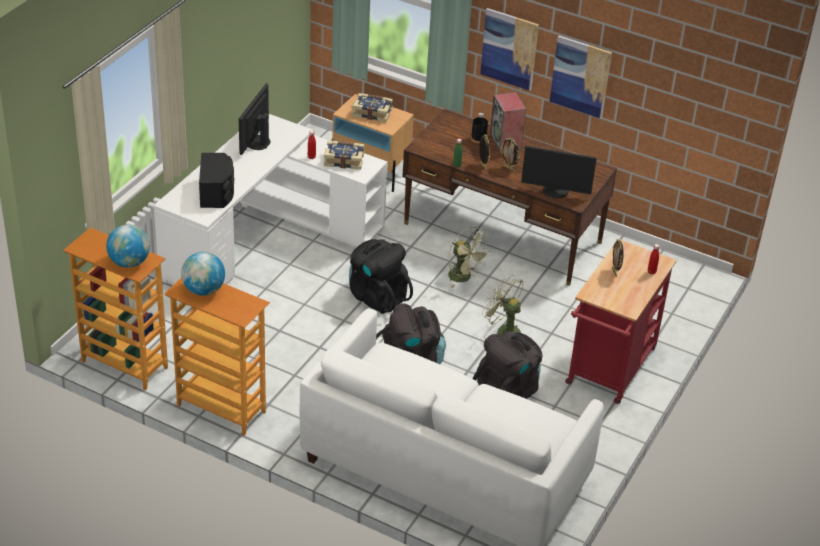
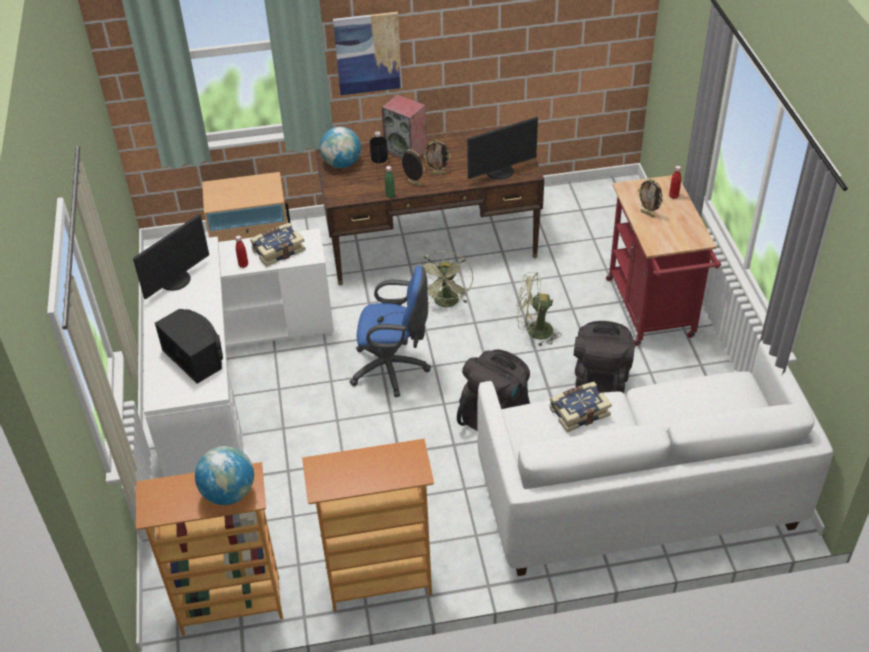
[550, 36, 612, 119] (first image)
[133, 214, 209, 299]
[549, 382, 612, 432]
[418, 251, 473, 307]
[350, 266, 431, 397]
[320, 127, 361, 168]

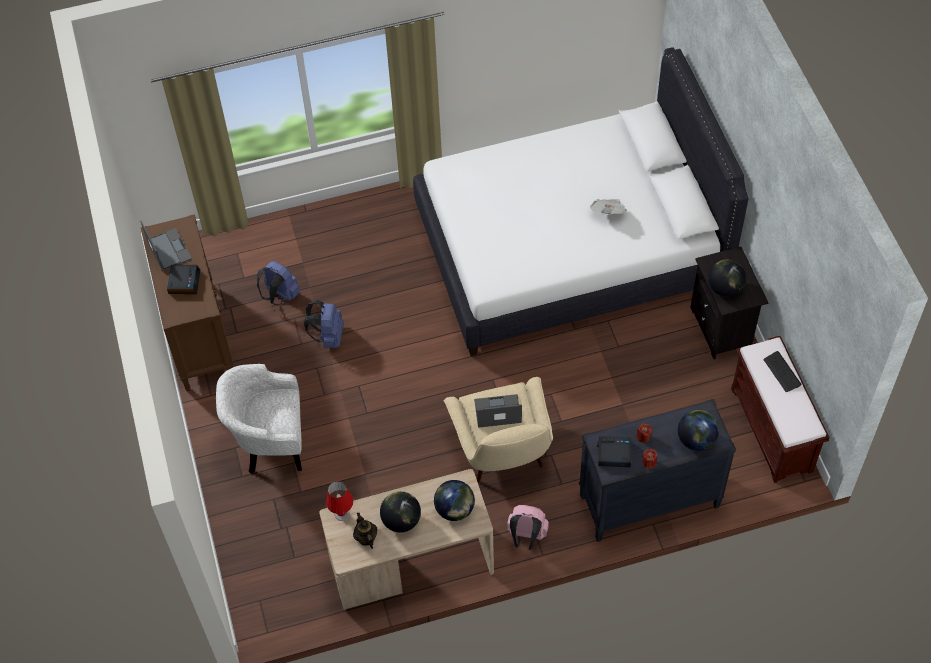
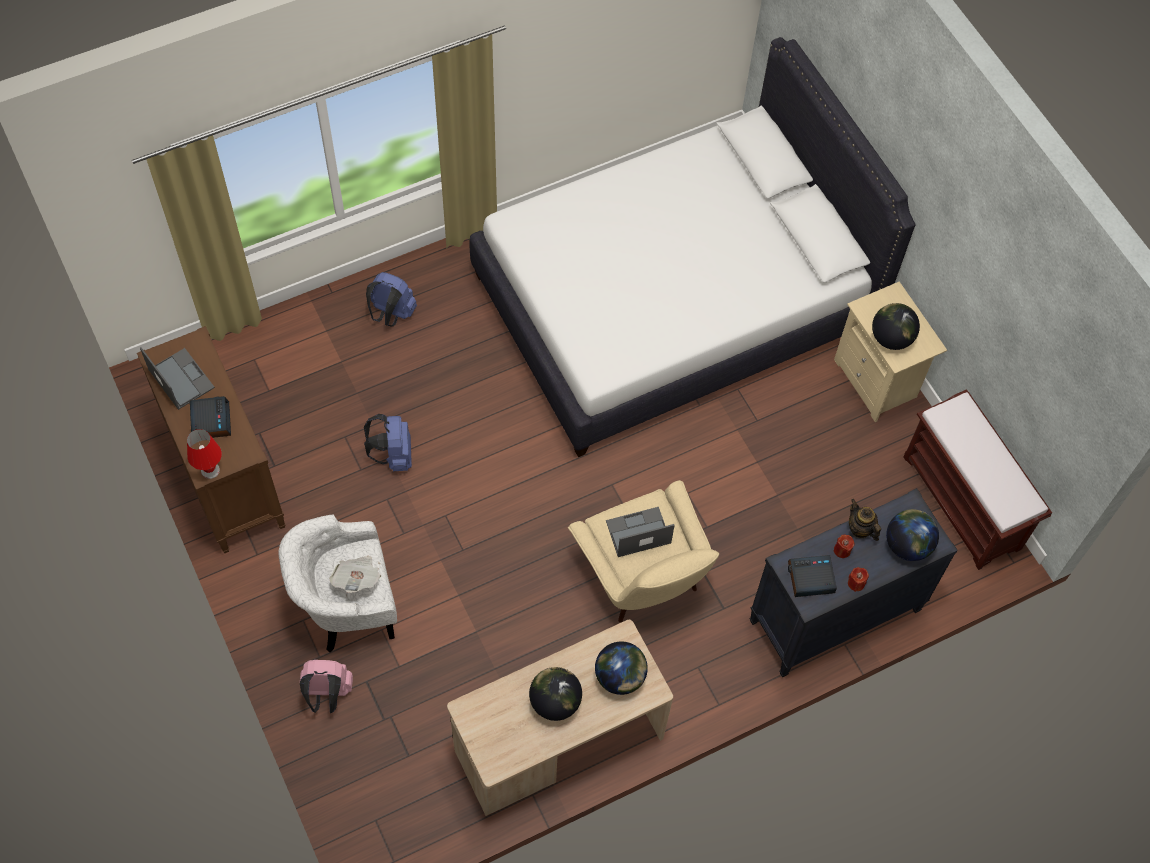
[329, 556, 381, 593]
[834, 281, 947, 422]
[366, 272, 417, 327]
[764, 351, 802, 392] (first image)
[187, 429, 222, 479]
[300, 660, 353, 713]
[849, 499, 881, 541]

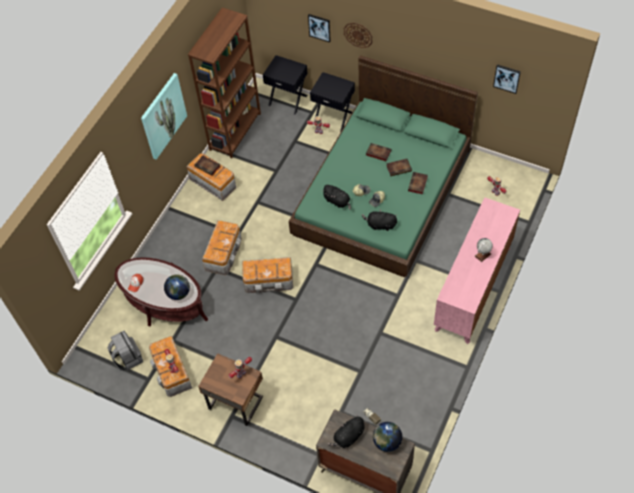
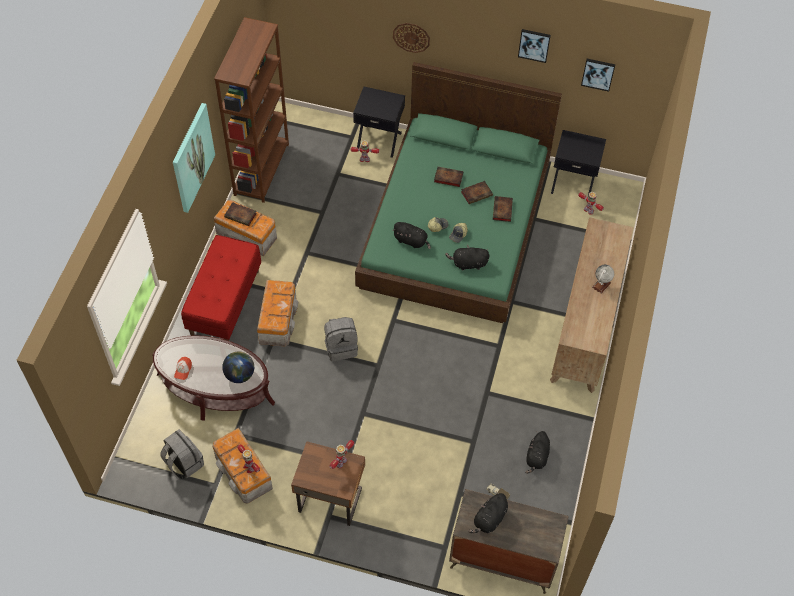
[518, 29, 551, 63]
[551, 130, 606, 202]
[550, 217, 634, 393]
[324, 317, 358, 361]
[373, 422, 402, 452] (first image)
[181, 235, 261, 341]
[525, 431, 550, 474]

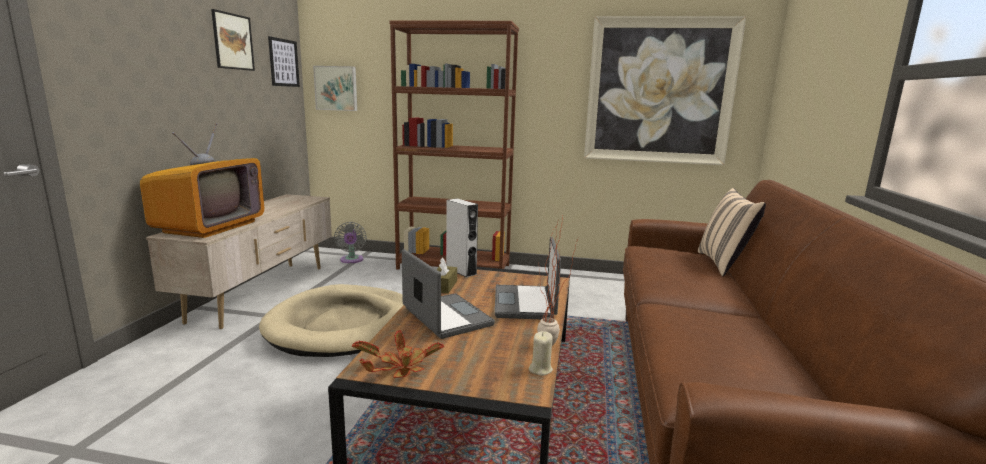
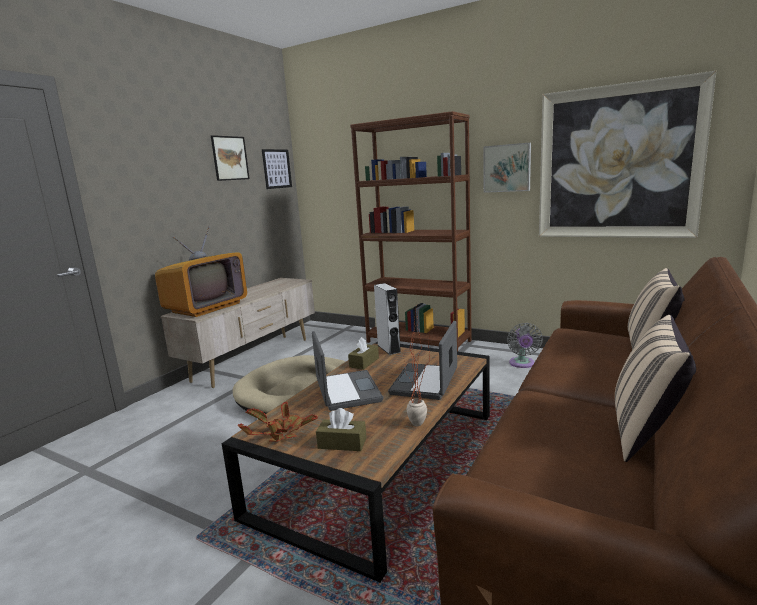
[483, 143, 531, 193]
[507, 323, 543, 368]
[529, 331, 553, 376] (first image)
[615, 315, 696, 462]
[316, 408, 366, 451]

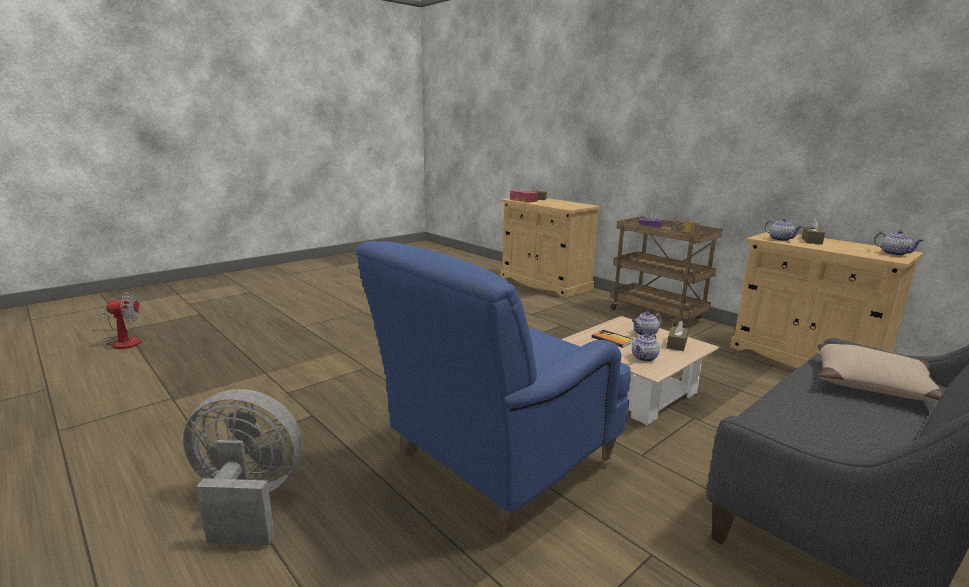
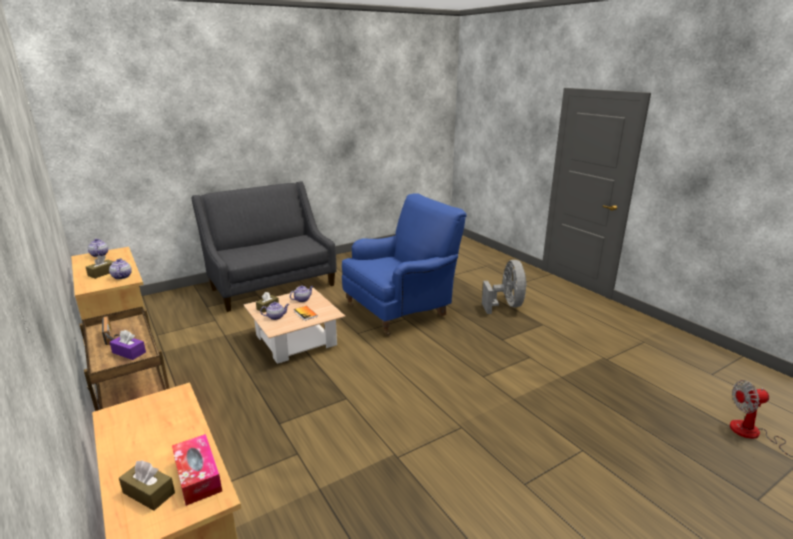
[818, 343, 943, 403] (first image)
[482, 260, 527, 314]

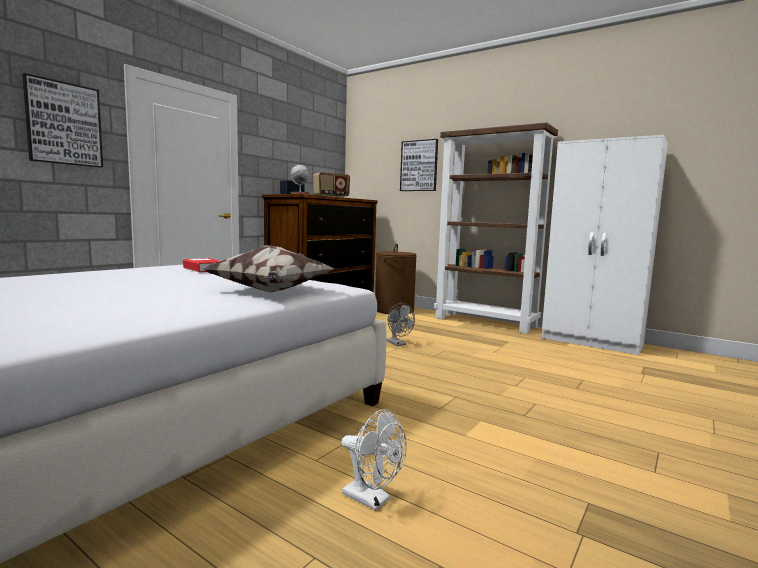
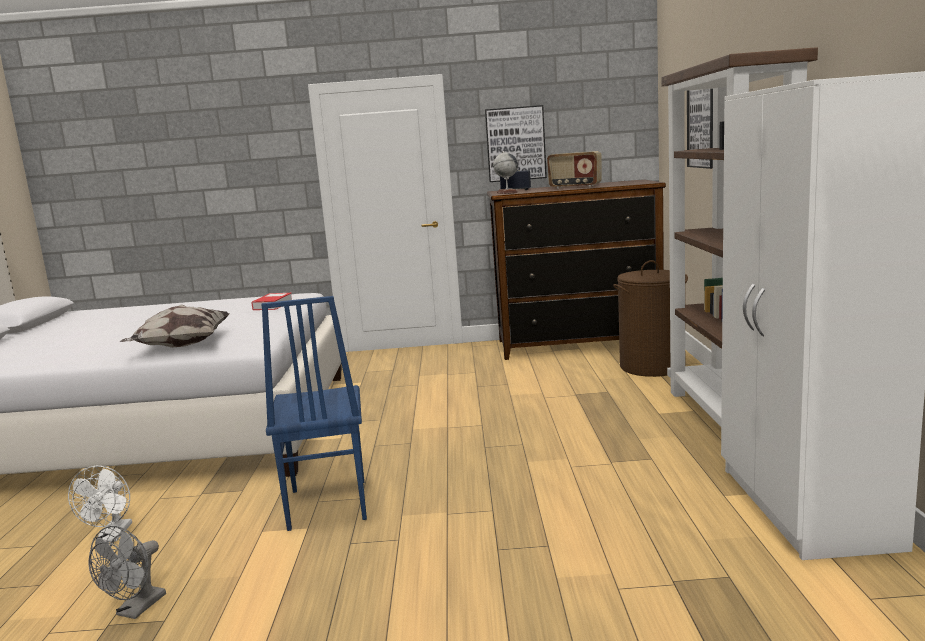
[485, 105, 547, 182]
[89, 526, 166, 619]
[261, 296, 367, 531]

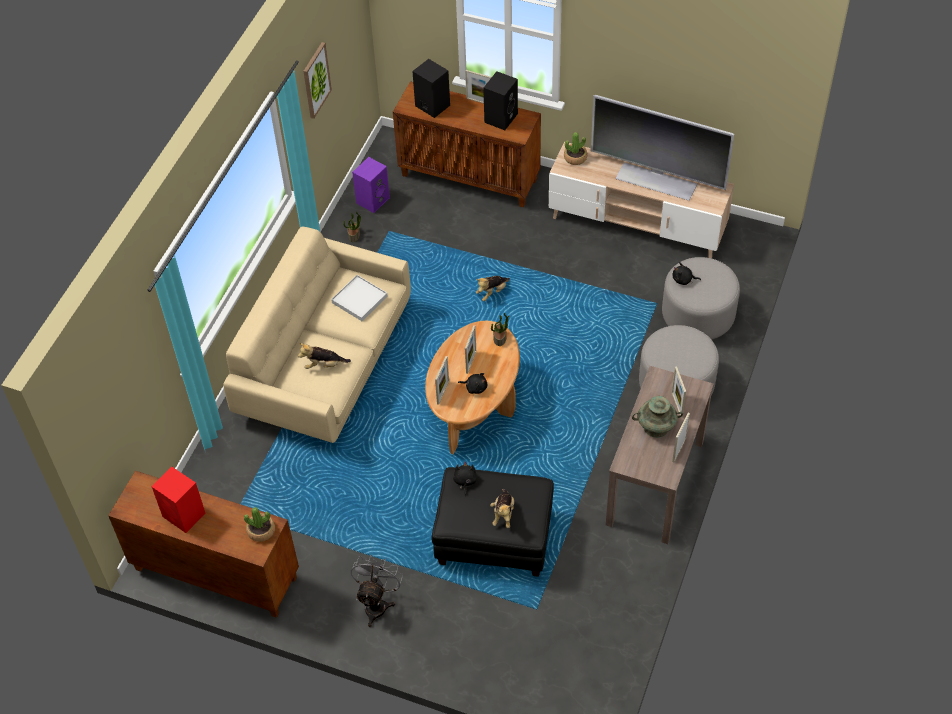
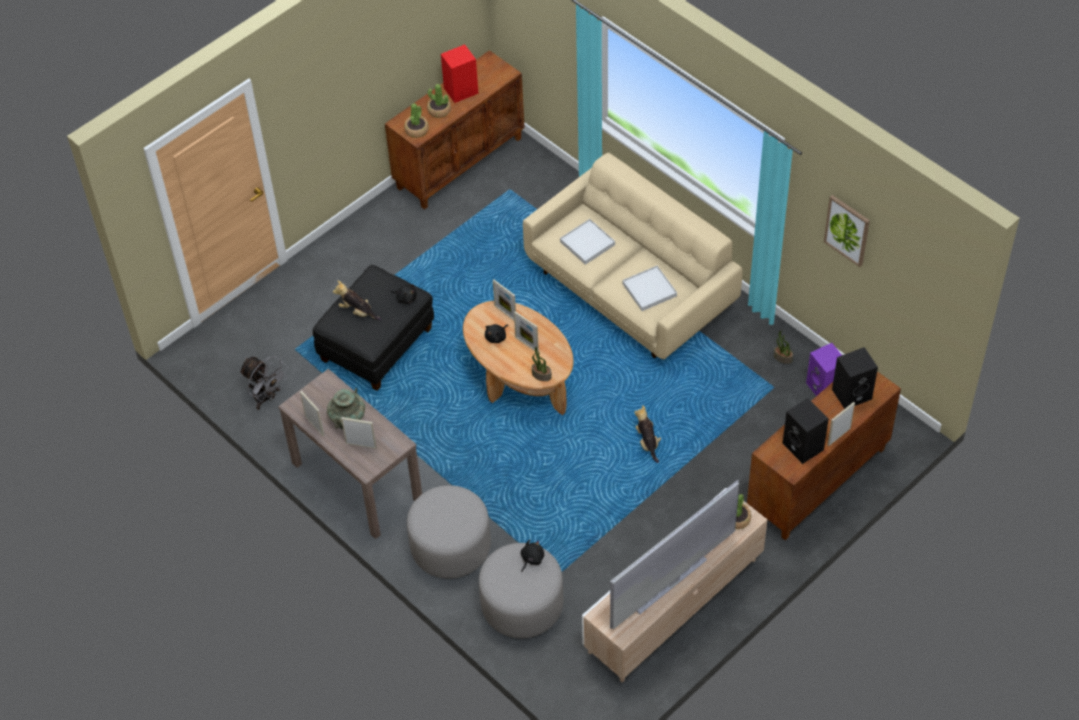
[560, 219, 615, 265]
[239, 356, 288, 410]
[427, 84, 451, 118]

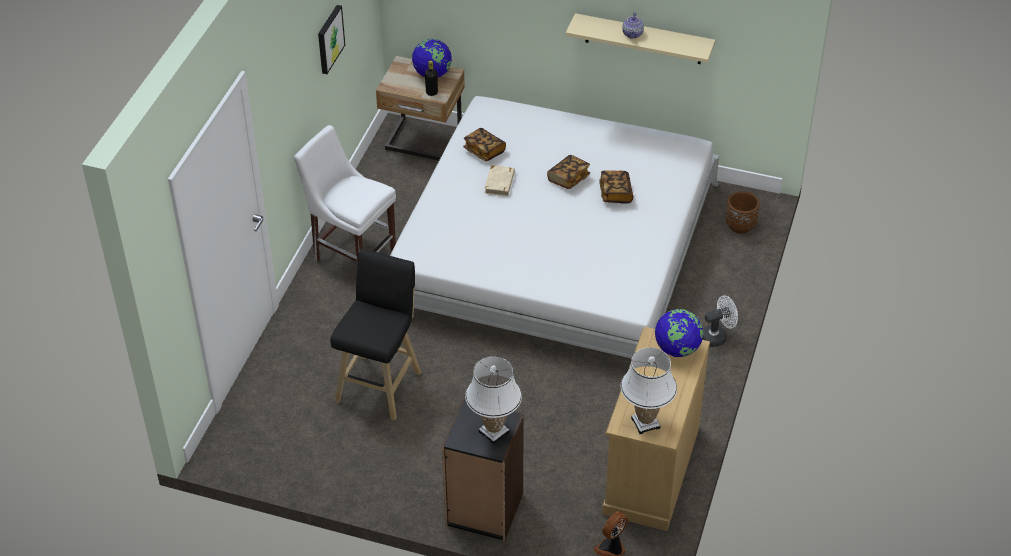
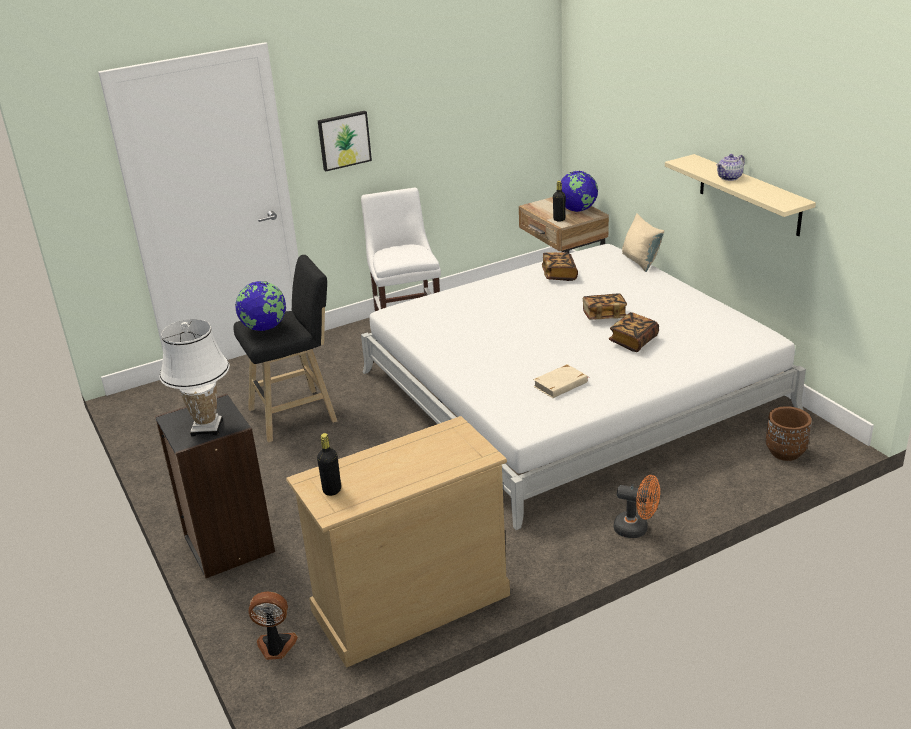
[317, 111, 372, 171]
[533, 364, 589, 398]
[614, 475, 660, 538]
[235, 281, 286, 331]
[317, 433, 341, 496]
[622, 214, 664, 272]

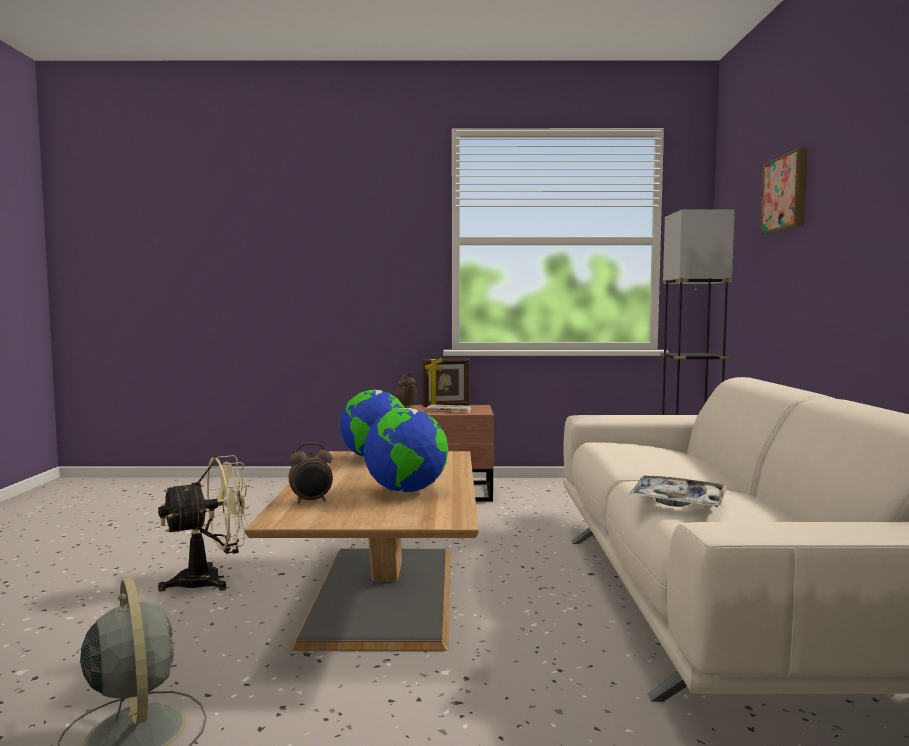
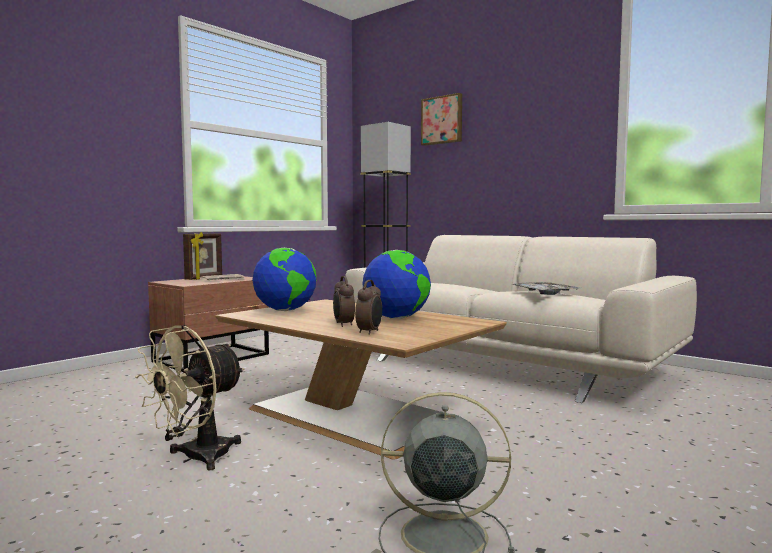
[333, 276, 355, 327]
[135, 325, 245, 471]

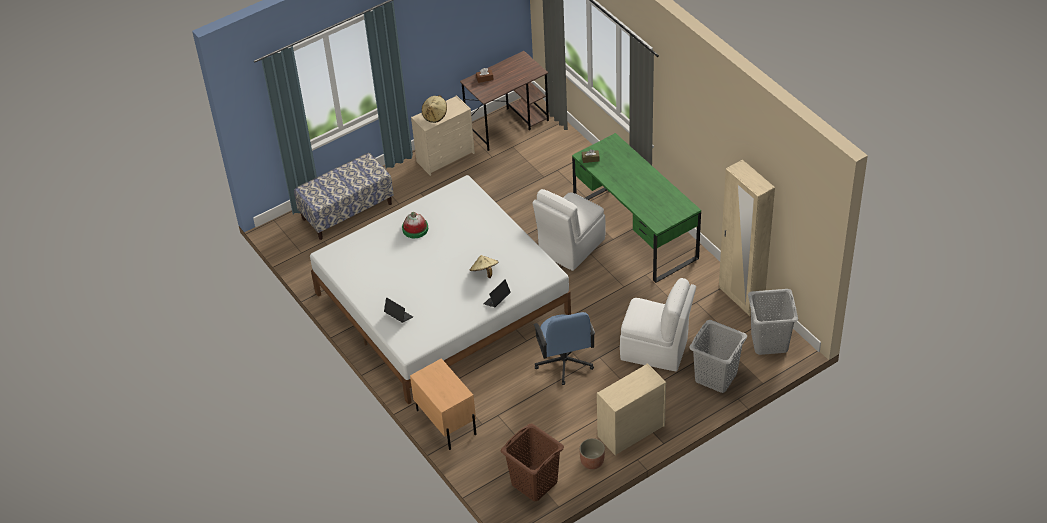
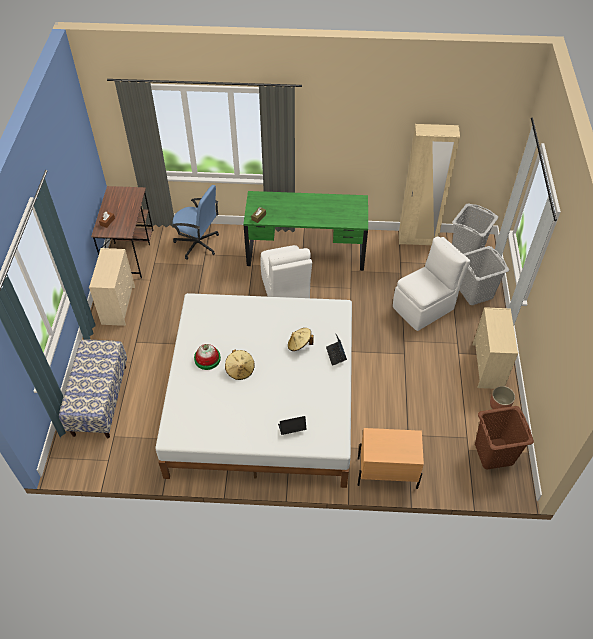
[225, 350, 255, 380]
[172, 185, 219, 260]

